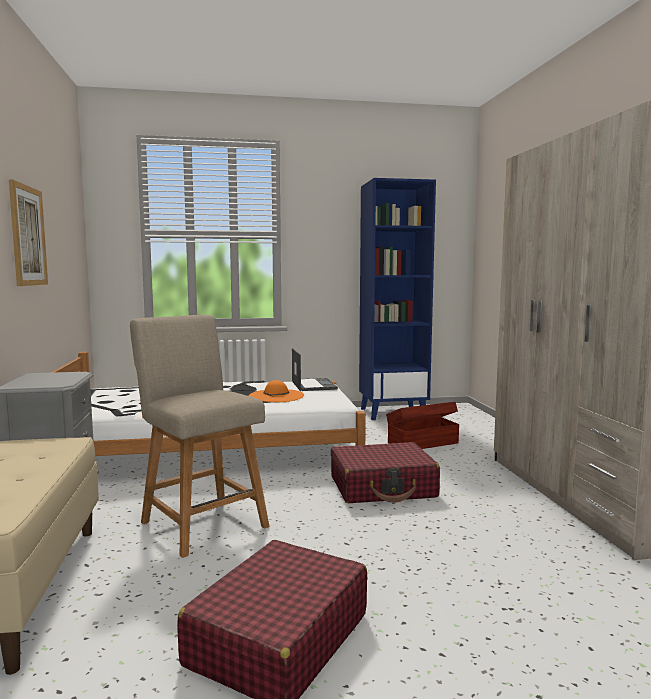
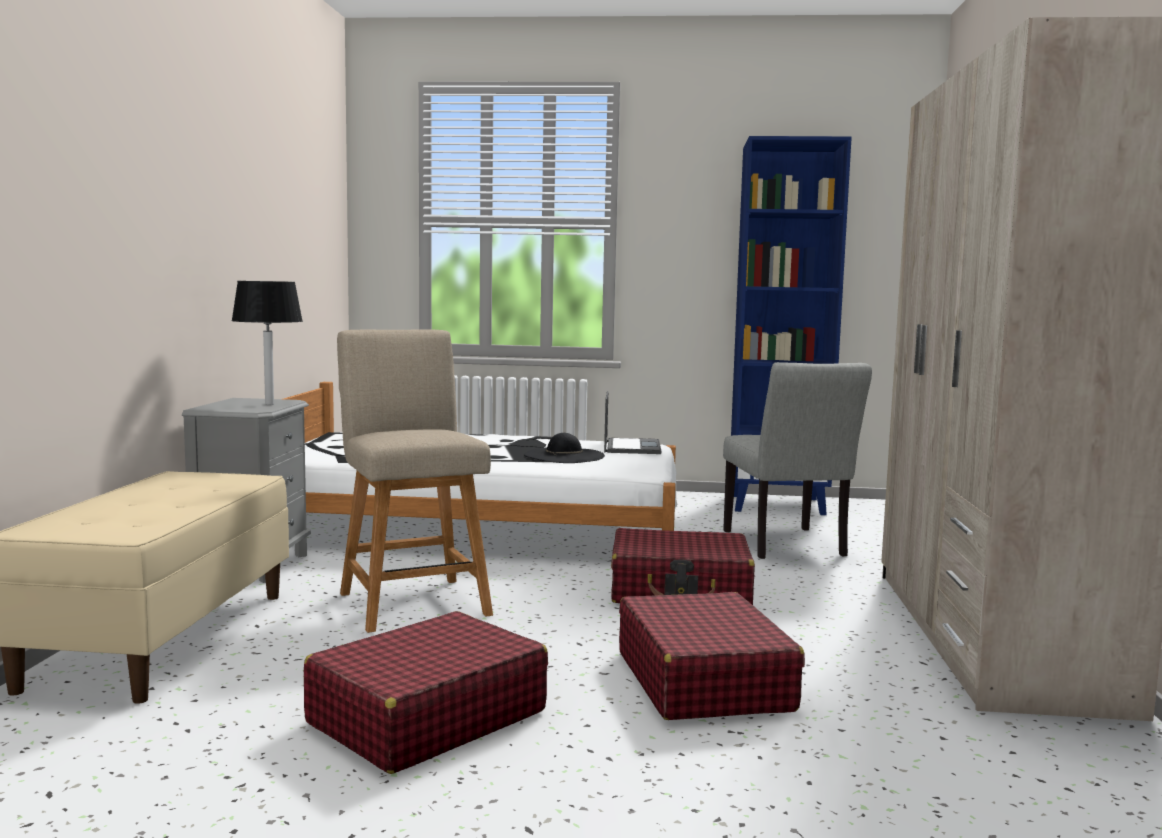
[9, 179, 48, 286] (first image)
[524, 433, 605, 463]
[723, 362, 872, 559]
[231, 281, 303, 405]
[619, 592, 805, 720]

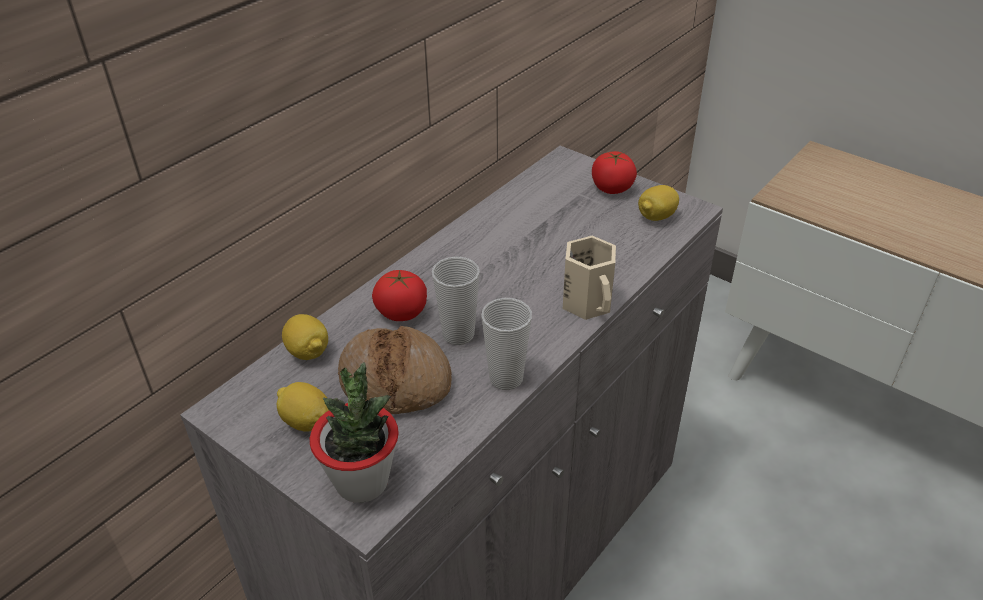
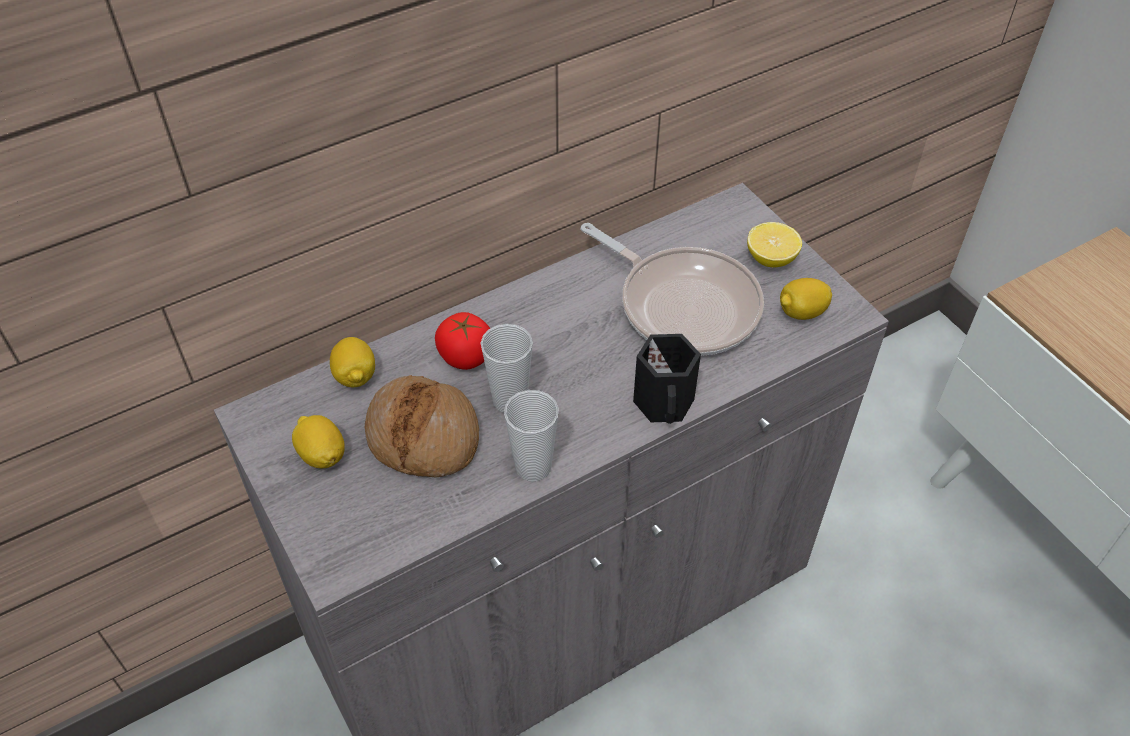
[747, 222, 802, 267]
[633, 334, 701, 424]
[310, 362, 399, 503] (first image)
[581, 223, 764, 356]

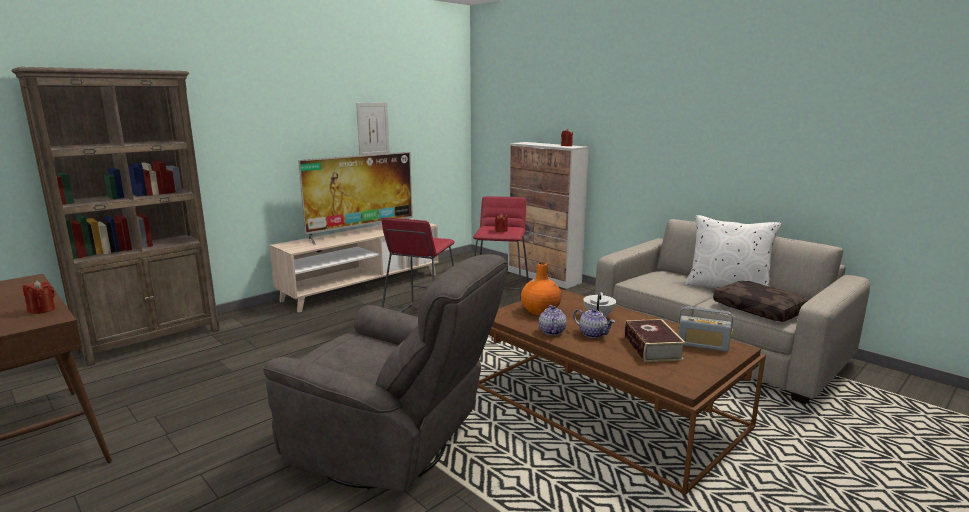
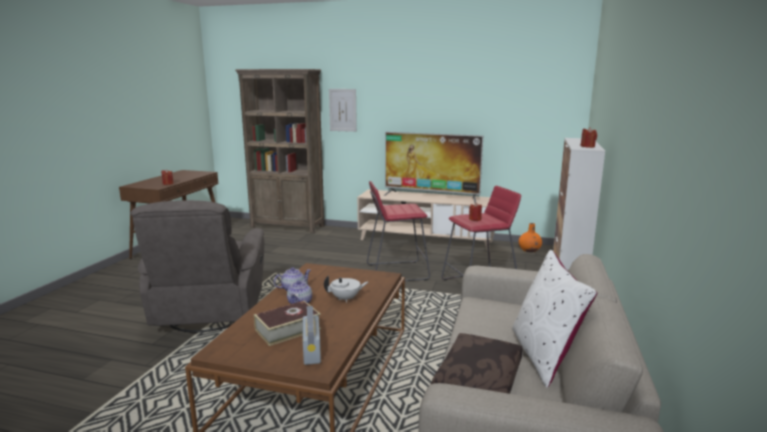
[329, 89, 357, 132]
[519, 223, 542, 252]

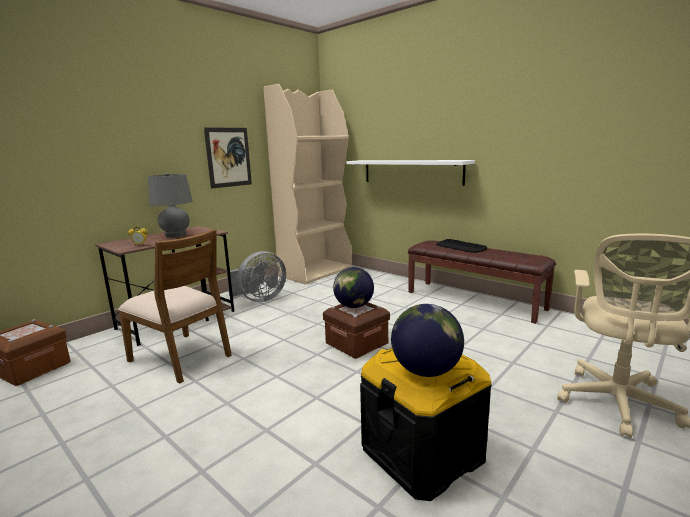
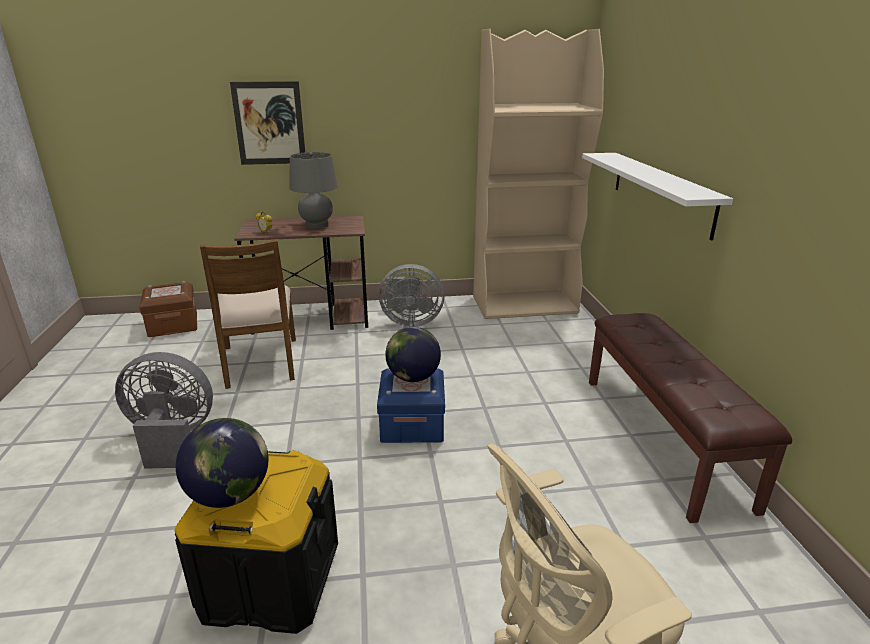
[230, 81, 305, 165]
[436, 239, 487, 253] (first image)
[377, 368, 445, 443]
[115, 352, 213, 469]

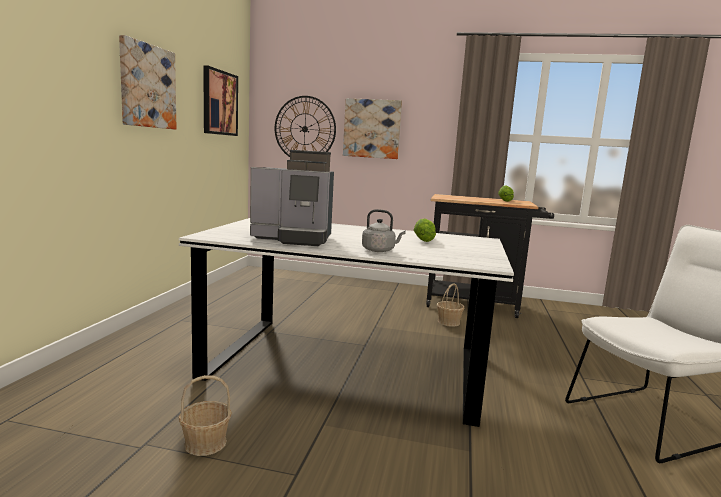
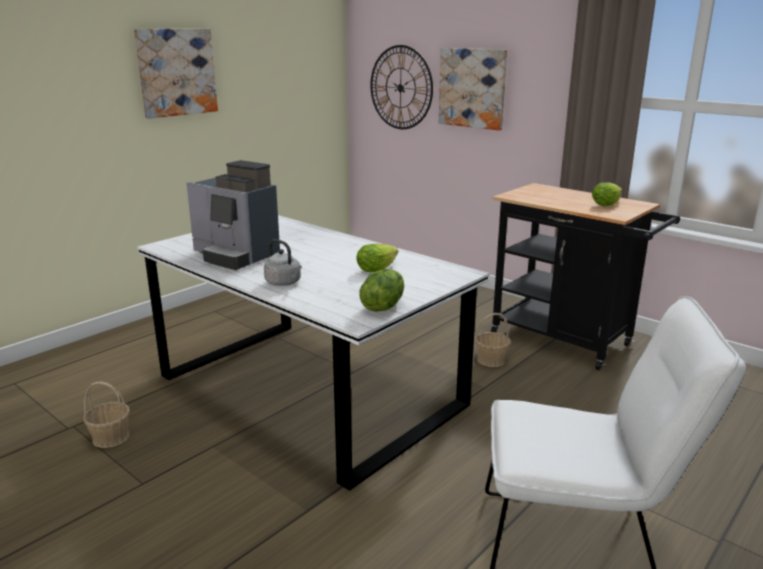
[203, 65, 238, 136] (first image)
[359, 269, 404, 312]

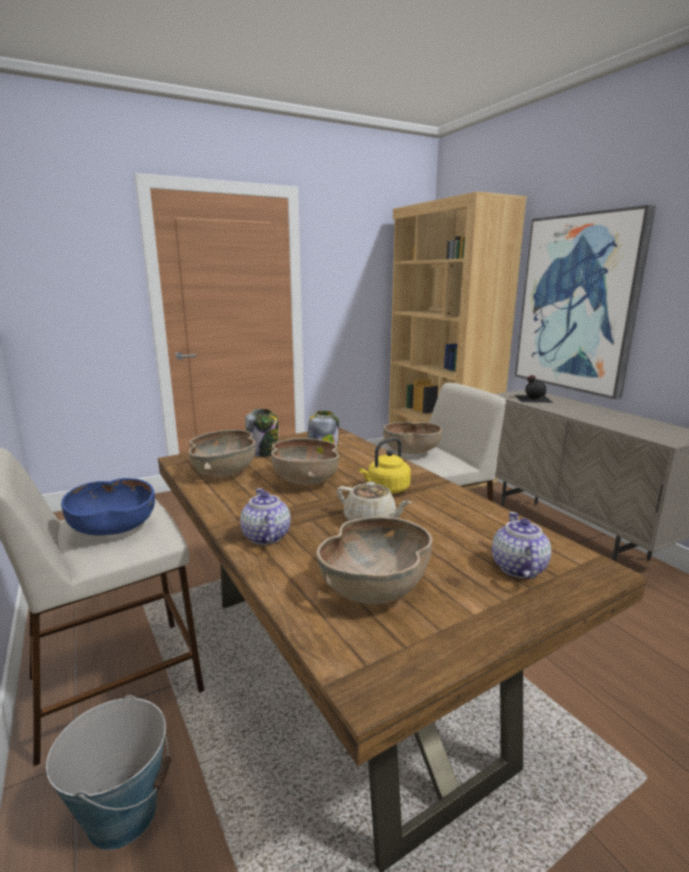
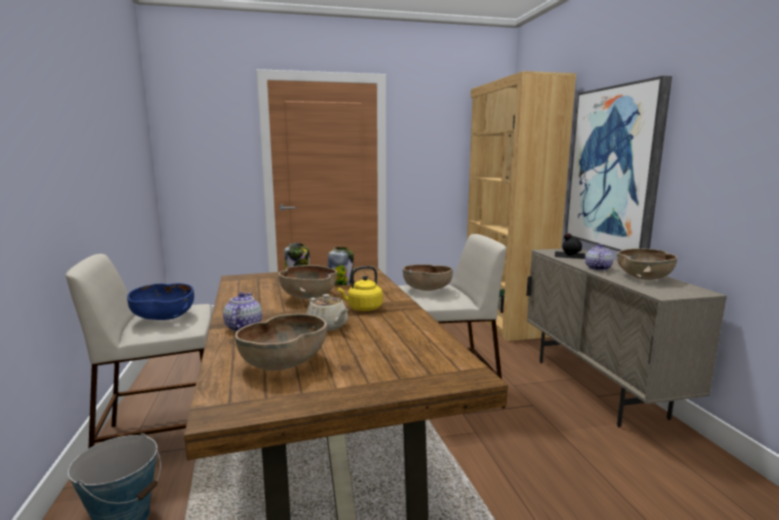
[617, 248, 677, 280]
[585, 244, 613, 271]

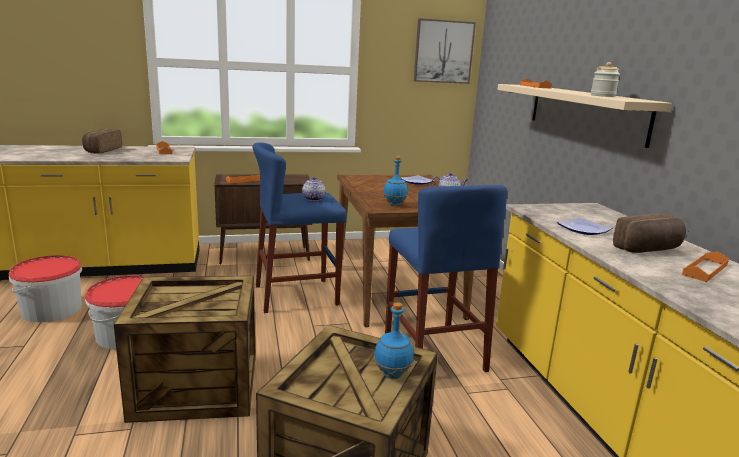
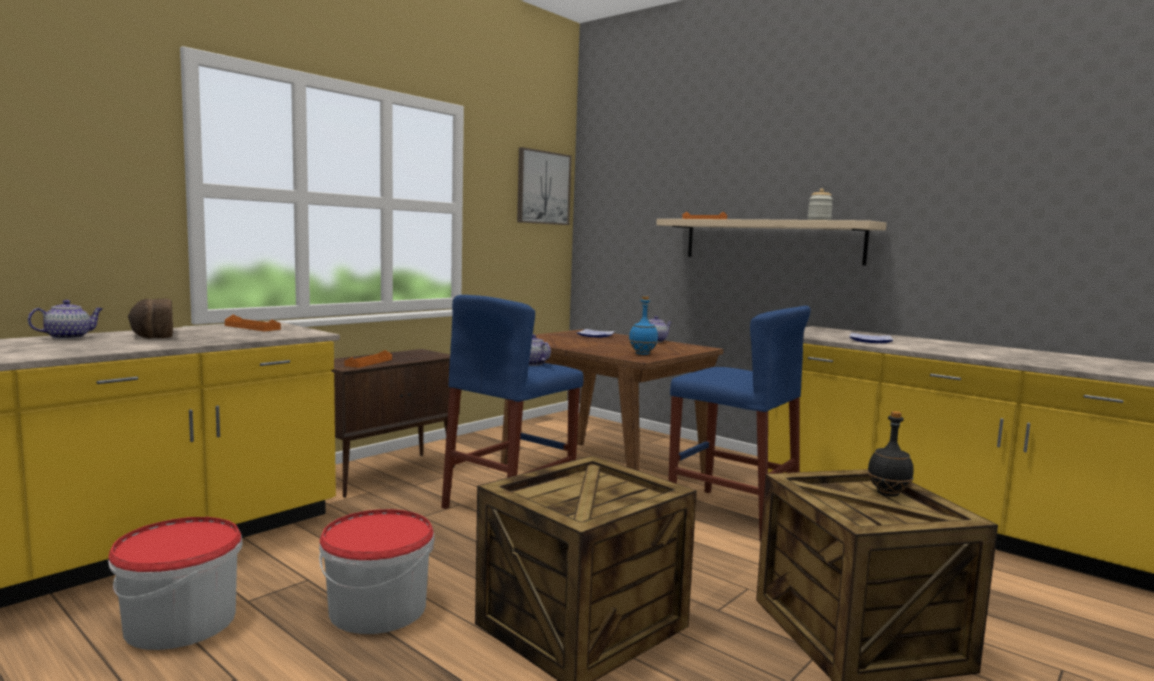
[613, 214, 686, 253] (first image)
[682, 251, 729, 282] (first image)
[867, 411, 914, 497]
[28, 300, 103, 339]

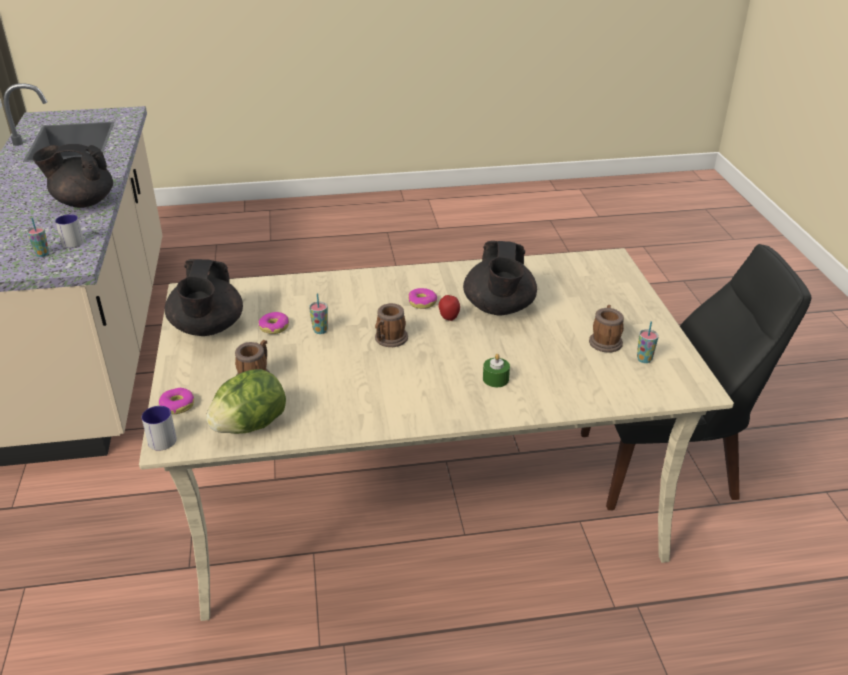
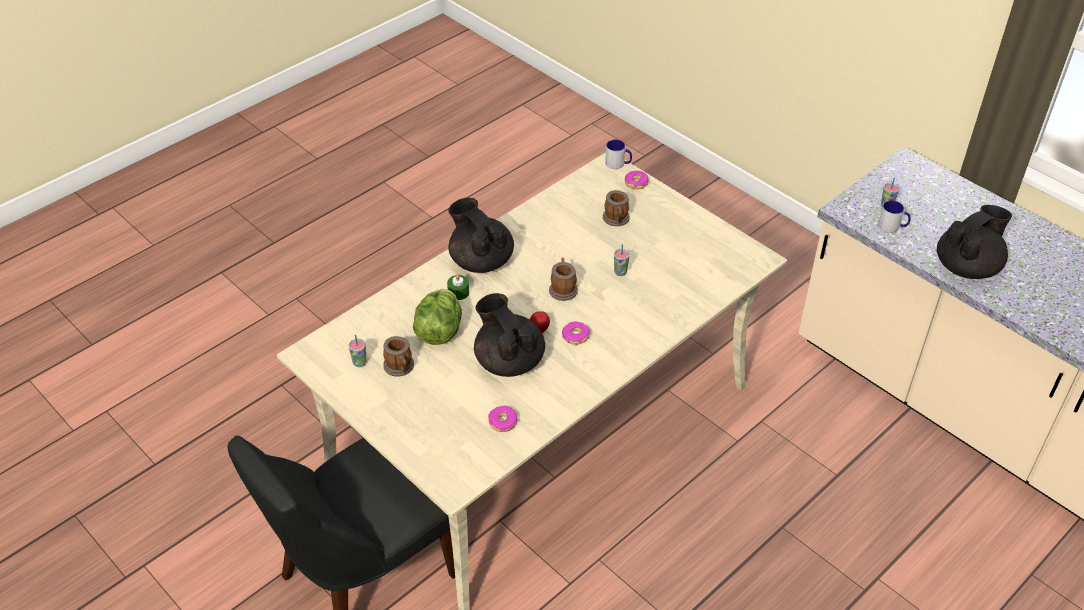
[448, 197, 514, 273]
[488, 406, 518, 432]
[413, 289, 462, 345]

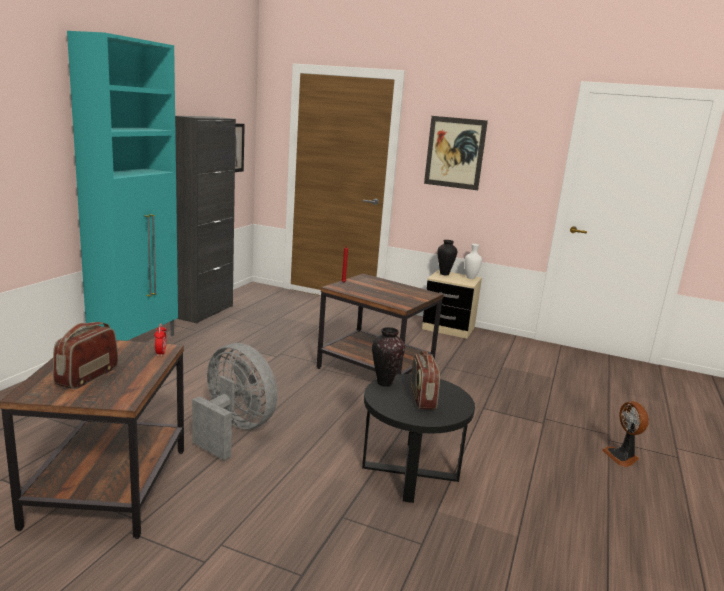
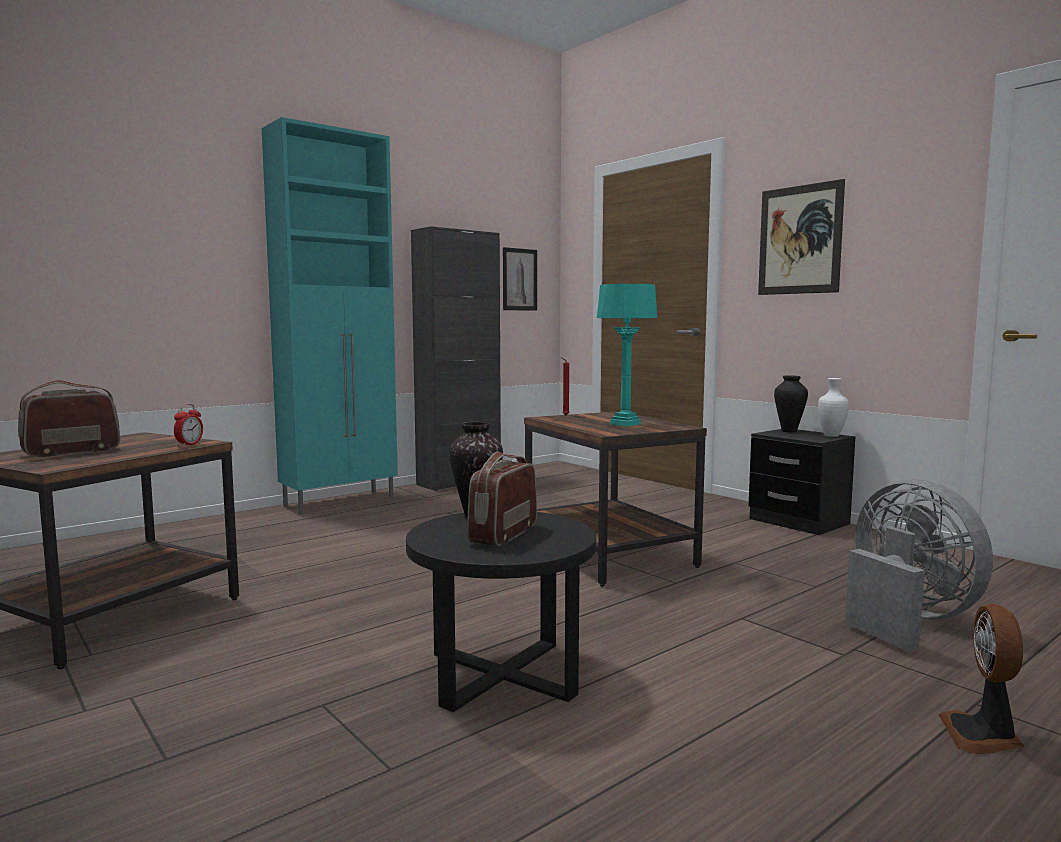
[748, 429, 855, 535]
[845, 479, 993, 651]
[597, 284, 657, 426]

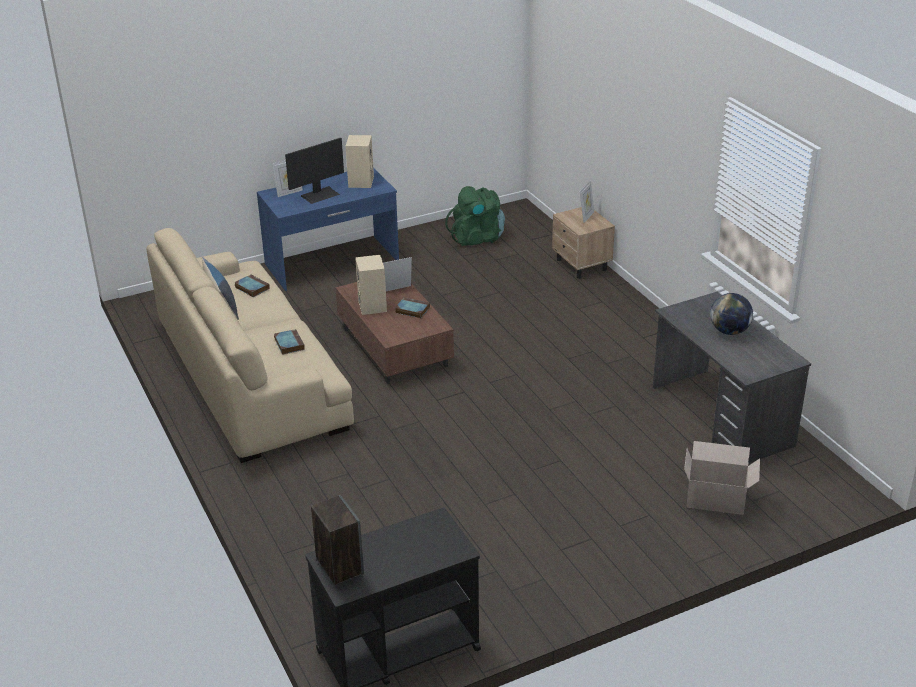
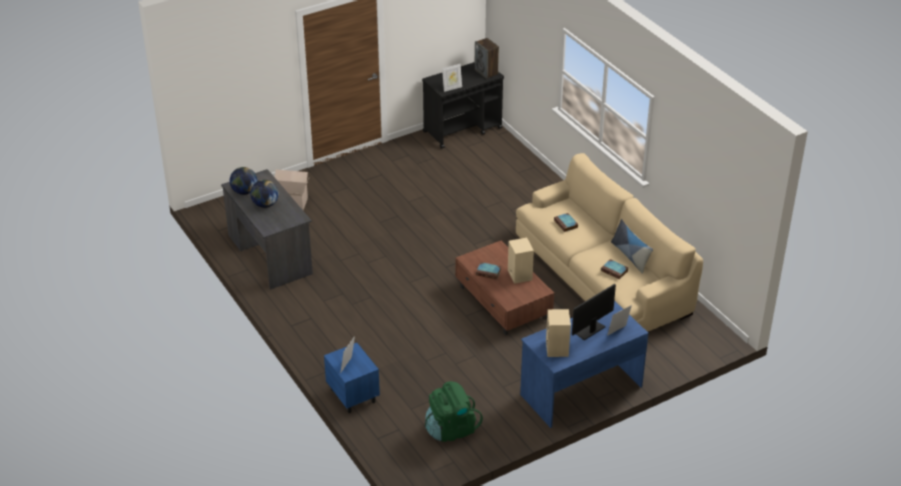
[324, 343, 380, 414]
[442, 64, 462, 92]
[230, 167, 258, 195]

